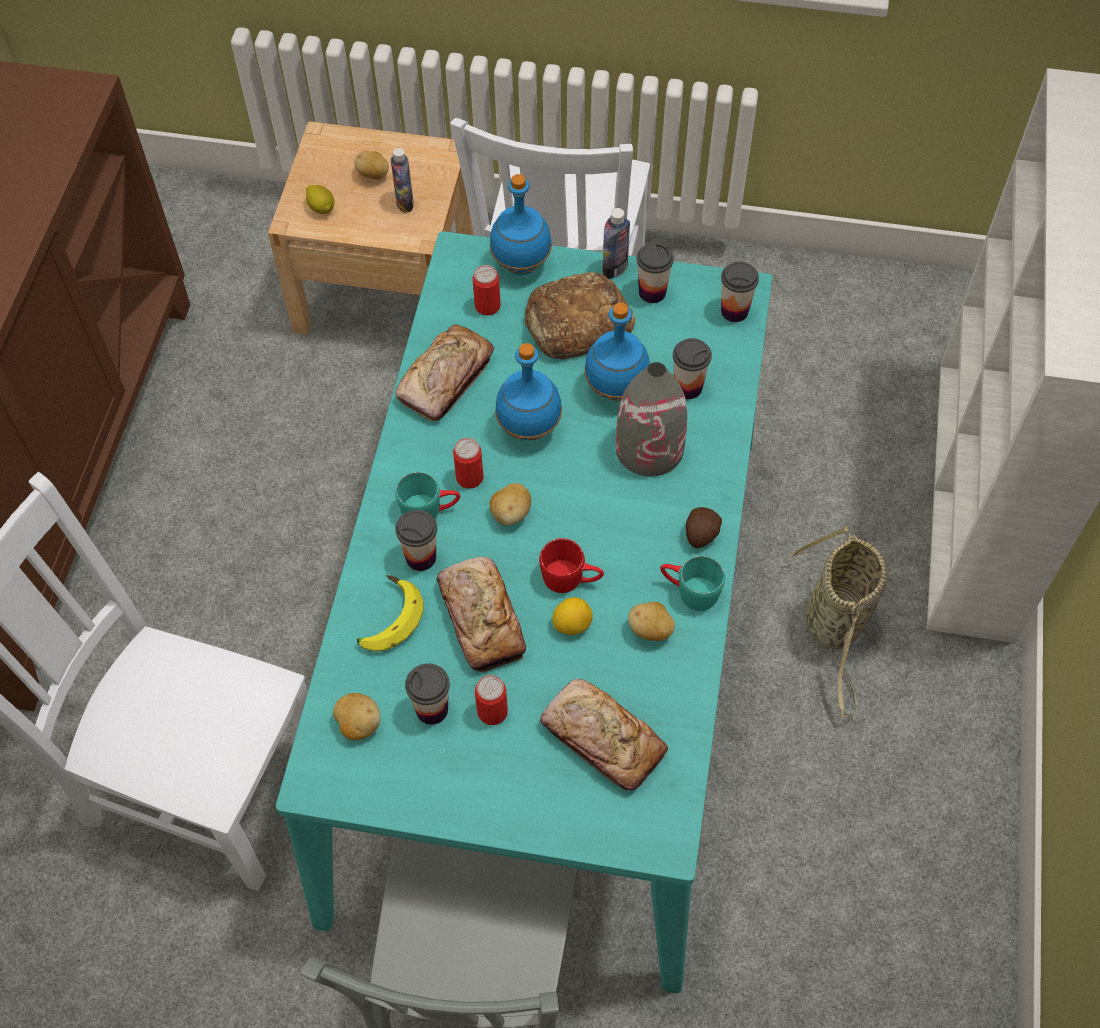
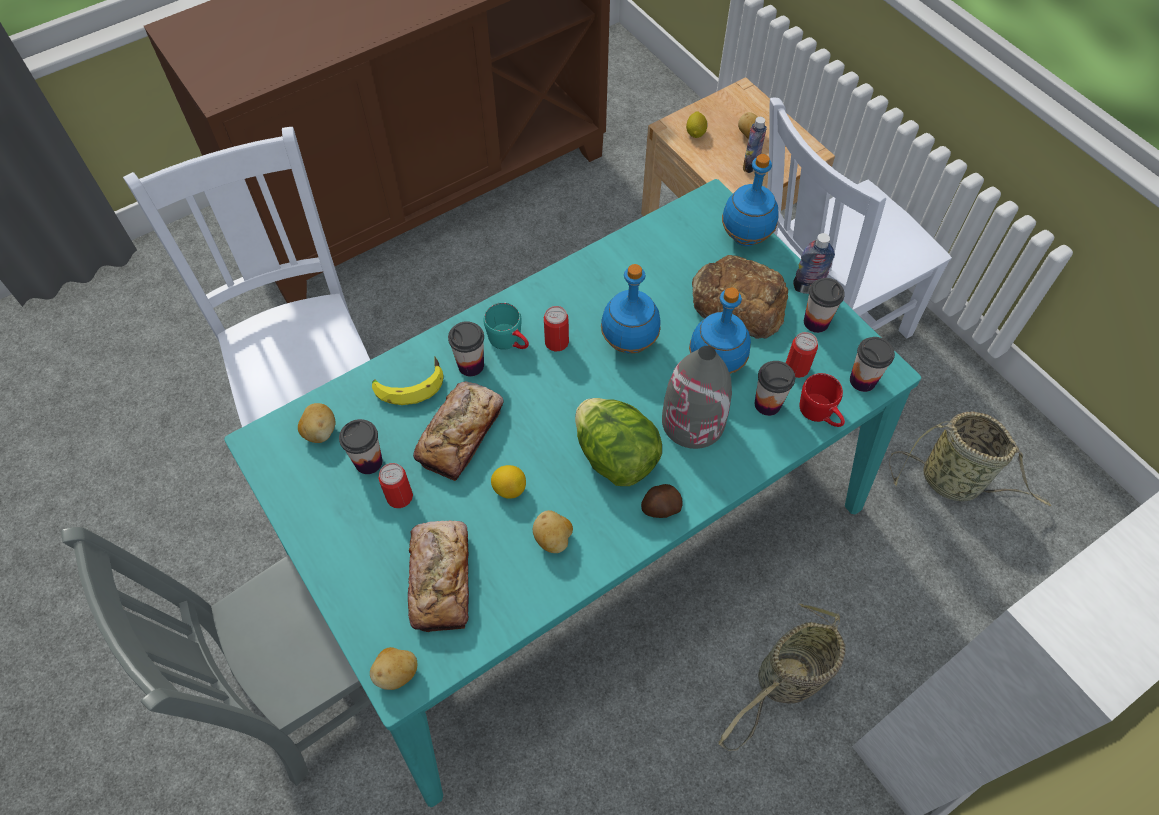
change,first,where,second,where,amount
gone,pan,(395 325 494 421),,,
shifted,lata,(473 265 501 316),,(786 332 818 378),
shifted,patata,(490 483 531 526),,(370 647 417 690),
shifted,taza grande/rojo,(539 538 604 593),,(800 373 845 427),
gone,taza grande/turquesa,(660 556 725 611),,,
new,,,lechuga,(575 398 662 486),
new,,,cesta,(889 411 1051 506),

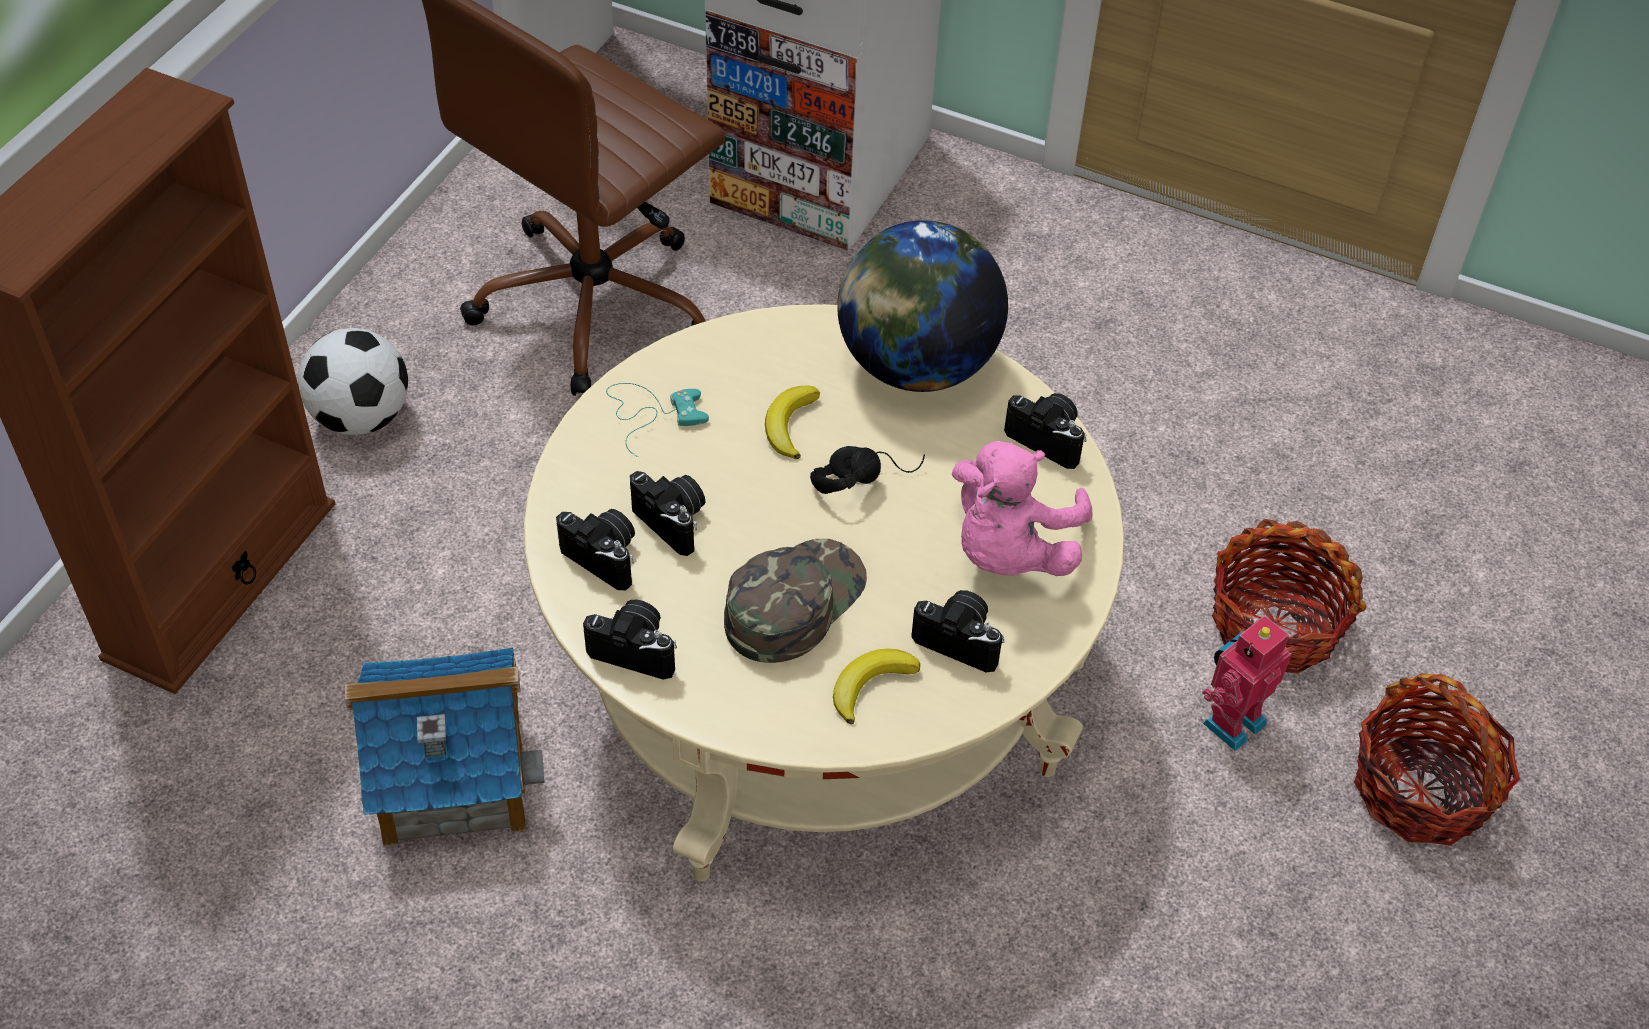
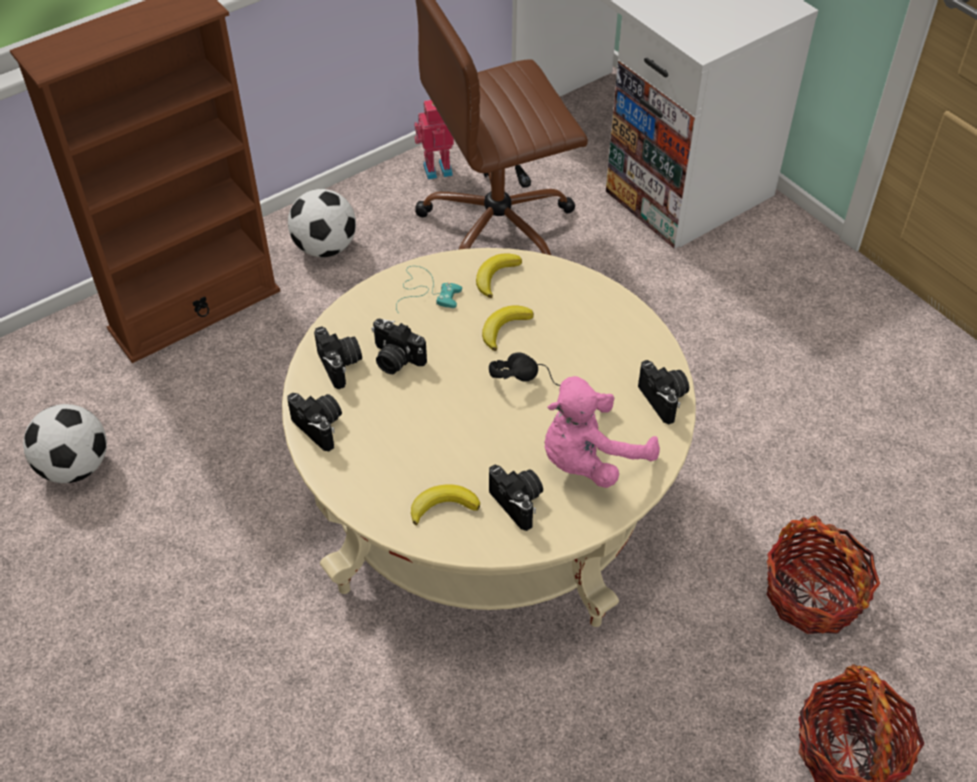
change,first,where,second,where,amount
gone,casita,(345 648 544 847),,,
rotated,cámara,(630 471 706 556),,(372 318 427 374),135 degrees clockwise
gone,gorra/verde,(724 539 867 663),,,
gone,globo terráqueo,(837 220 1008 392),,,
shifted,robot de juguete,(1202 615 1291 751),,(414 100 454 180),
new,,,balón de fútbol,(23 404 107 483),
new,,,plátano,(476 253 522 298),

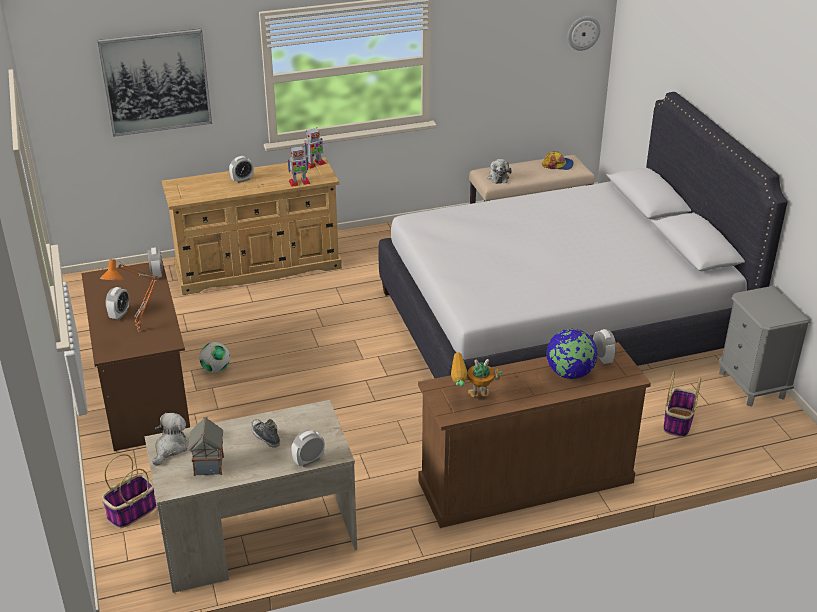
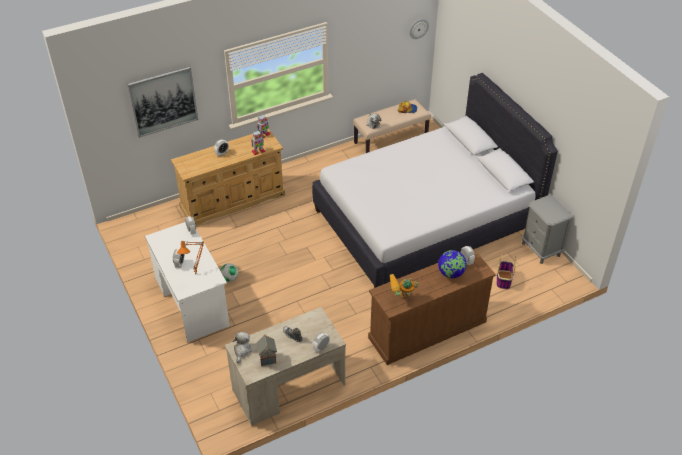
change,first,where,second,where,amount
repainted,escritorio/marrón,(82 261 190 451),escritorio/blanco,(145 222 230 343),
gone,cesta,(101 454 157 528),,,

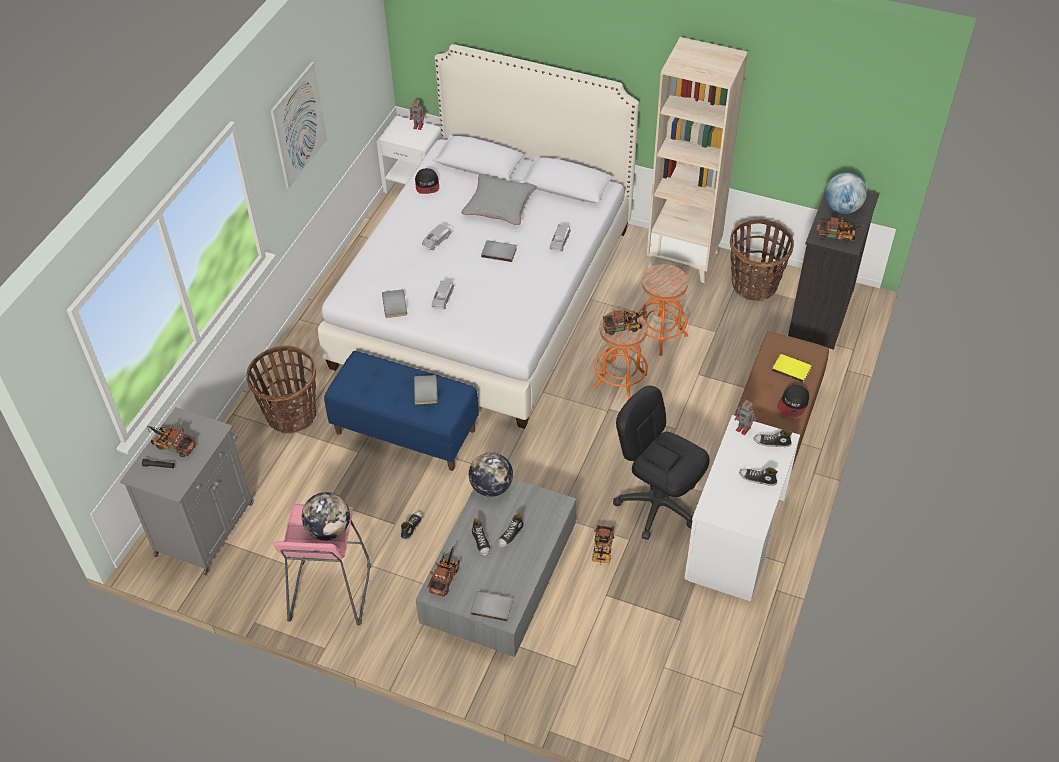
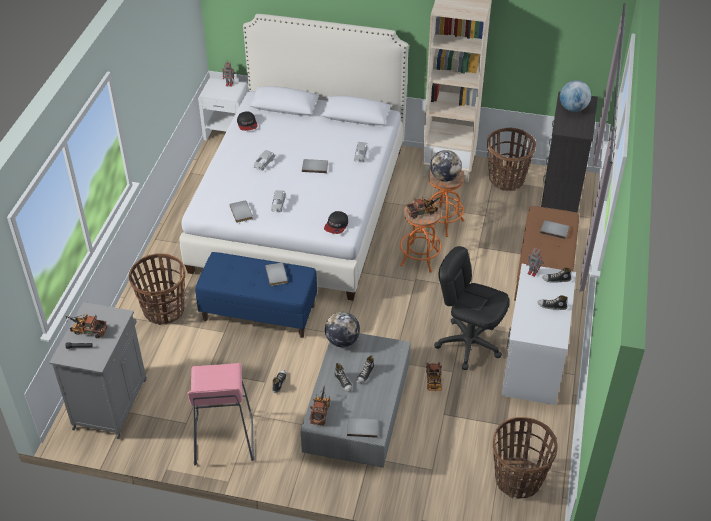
change,first,where,second,where,amount
gone,cuadro,(270 62 327 188),,,
shifted,globo terráqueo,(302 492 350 540),,(430 150 462 182),
gone,cojín/gris,(461 174 537 225),,,
repainted,libro/amarillo,(772 354 811 383),libro/gris,(540 220 569 239),
shifted,gorra,(777 385 809 417),,(324 211 348 234),
gone,camión de juguete,(817 216 864 243),,,
new,,,cesta,(493 417 557 499),

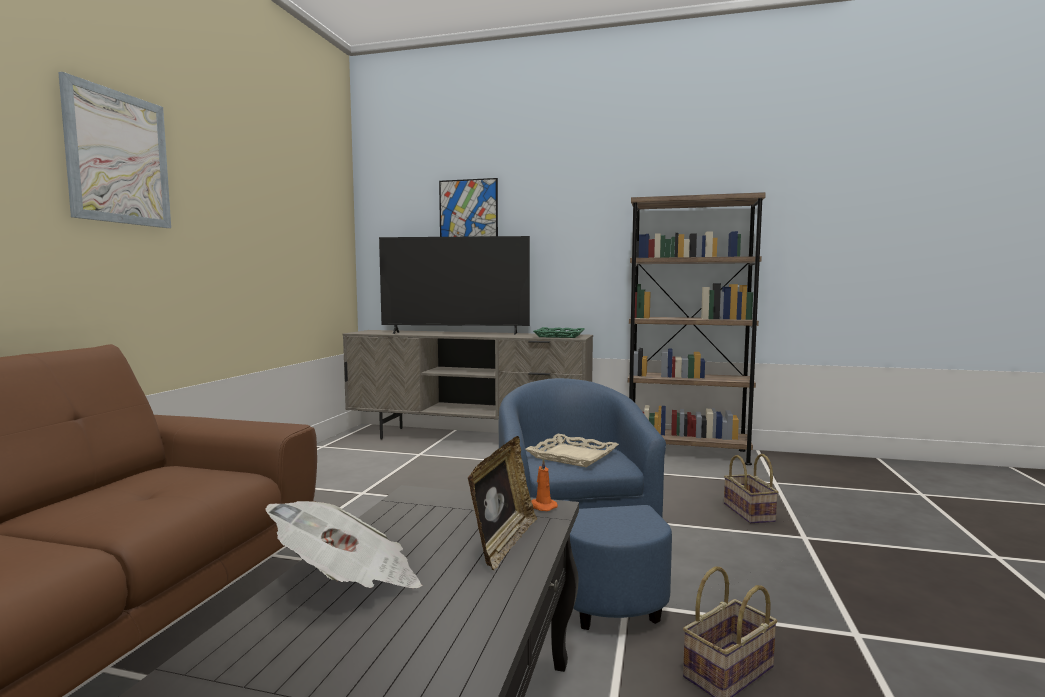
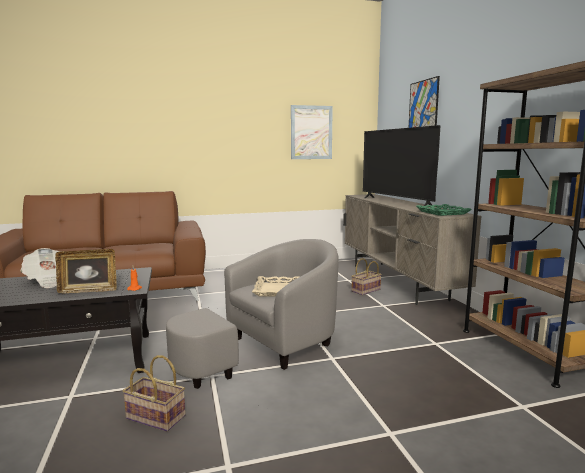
change,first,where,second,where,amount
shifted,cuadro,(58 72 171 228),,(291 105 333 159),
repainted,sillón/azul,(499 378 672 630),sillón/gris,(166 239 338 389),
shifted,cesta,(724 454 778 524),,(351 258 382 295),

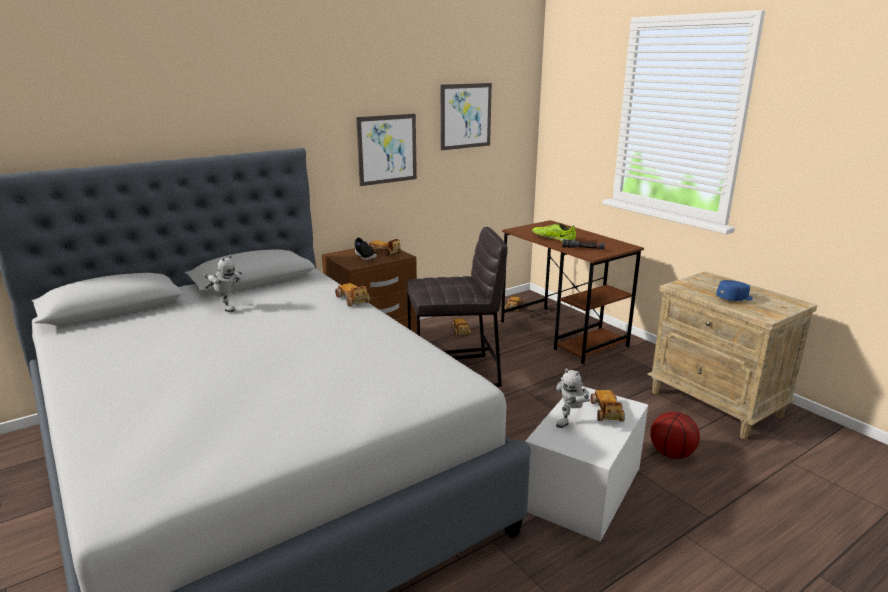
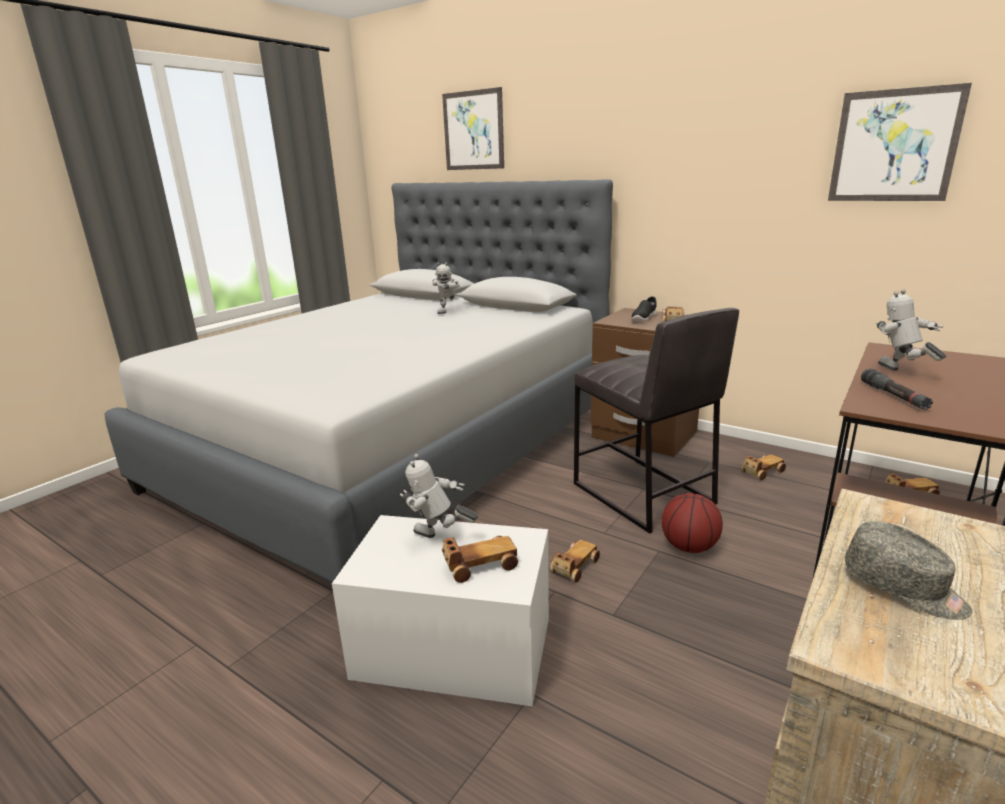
change,first,where,second,where,amount
shifted,coche de juguete,(335 283 370 306),,(550 540 600 582),
shifted,cuadro,(356 114 417 186),,(442 87 504 170),
swapped,zapato,(532 223 576 241),robot de juguete,(876 289 946 371),
shifted,balón de baloncesto,(650 412 700 459),,(662 493 723 553),
repainted,gorra/azul,(716 280 753 301),gorra/gris,(845 521 972 620),

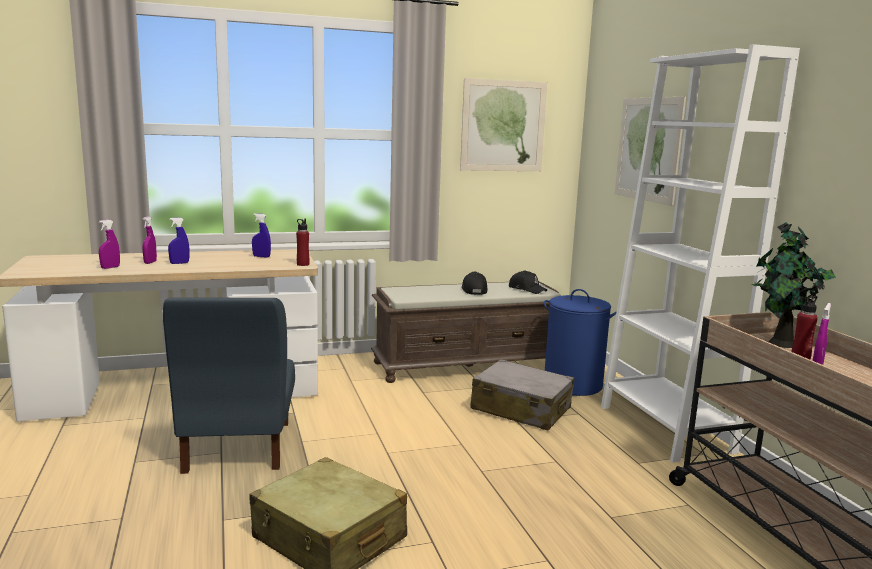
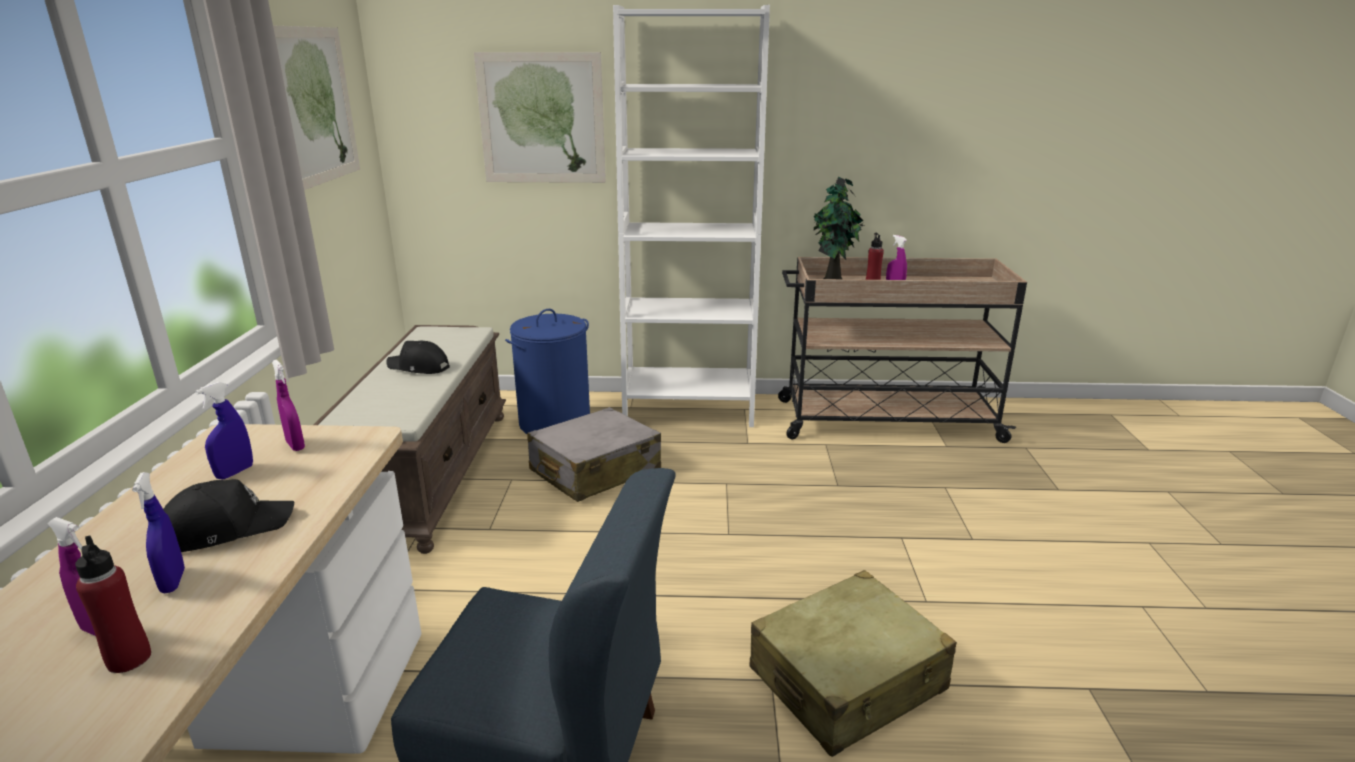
change,first,where,second,where,amount
shifted,pulverizador/morado,(99 220 120 269),,(272 360 305 451),
shifted,botella/rojo,(296 219 310 266),,(75 535 151 673),
shifted,gorra/negro,(509 270 547 294),,(163 479 294 552),

